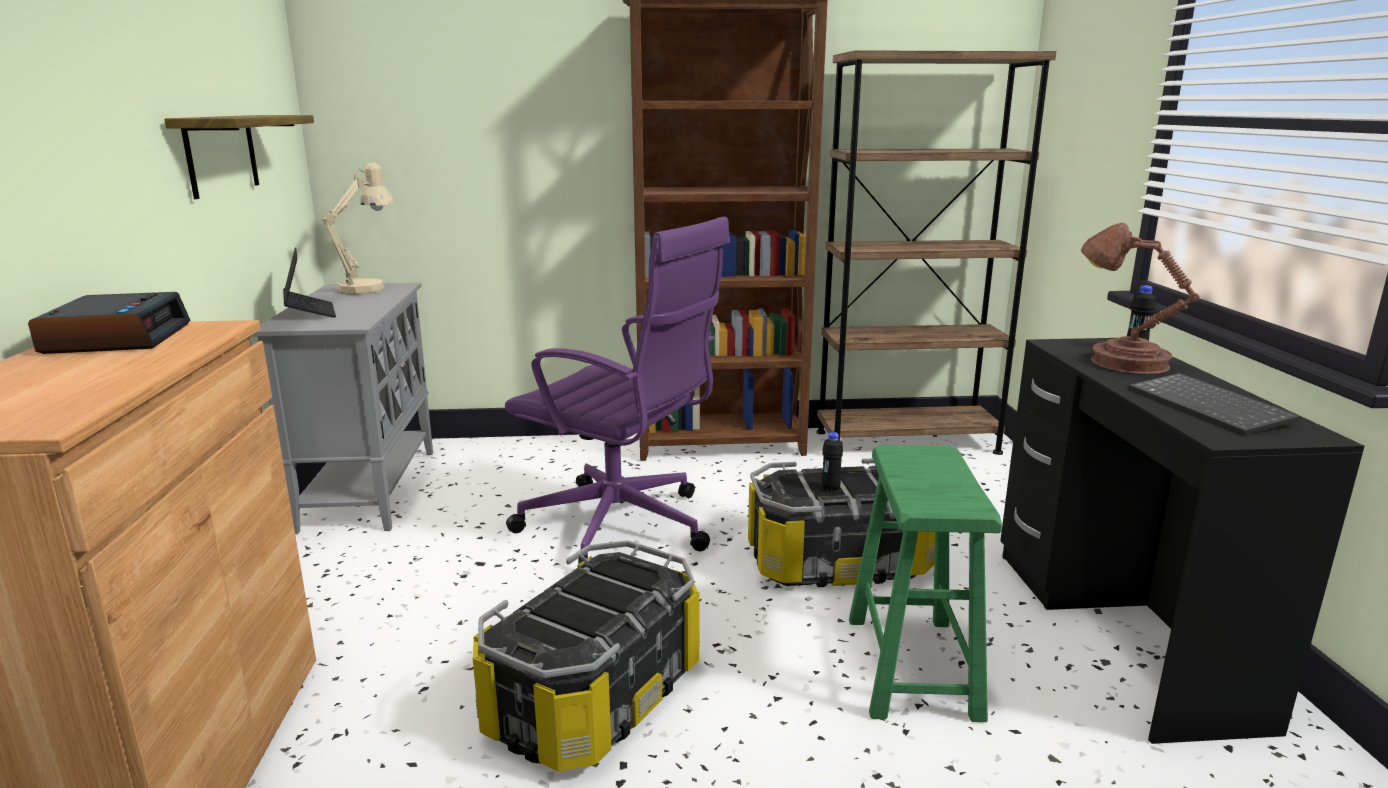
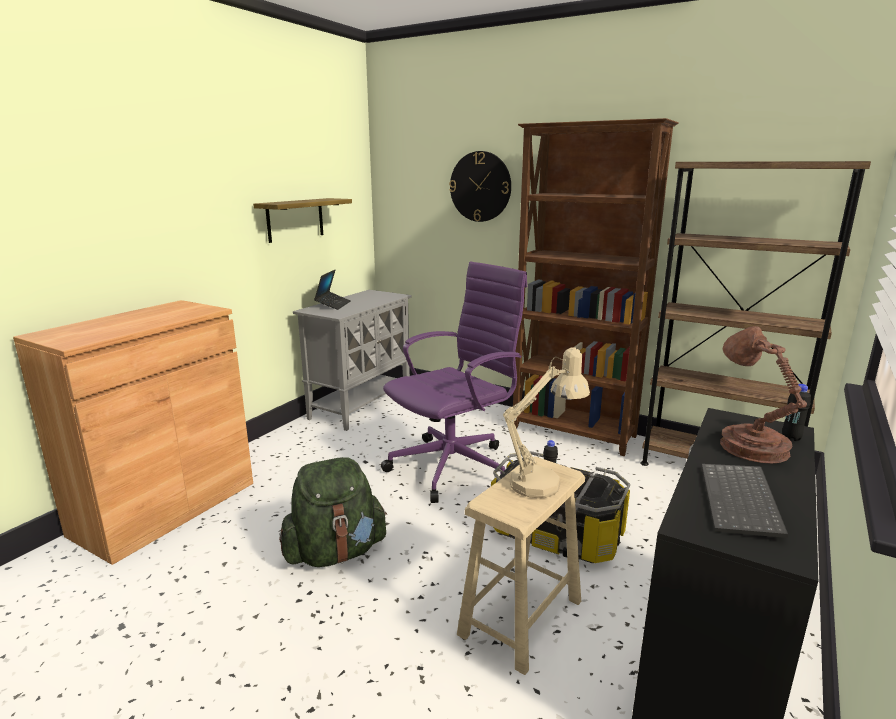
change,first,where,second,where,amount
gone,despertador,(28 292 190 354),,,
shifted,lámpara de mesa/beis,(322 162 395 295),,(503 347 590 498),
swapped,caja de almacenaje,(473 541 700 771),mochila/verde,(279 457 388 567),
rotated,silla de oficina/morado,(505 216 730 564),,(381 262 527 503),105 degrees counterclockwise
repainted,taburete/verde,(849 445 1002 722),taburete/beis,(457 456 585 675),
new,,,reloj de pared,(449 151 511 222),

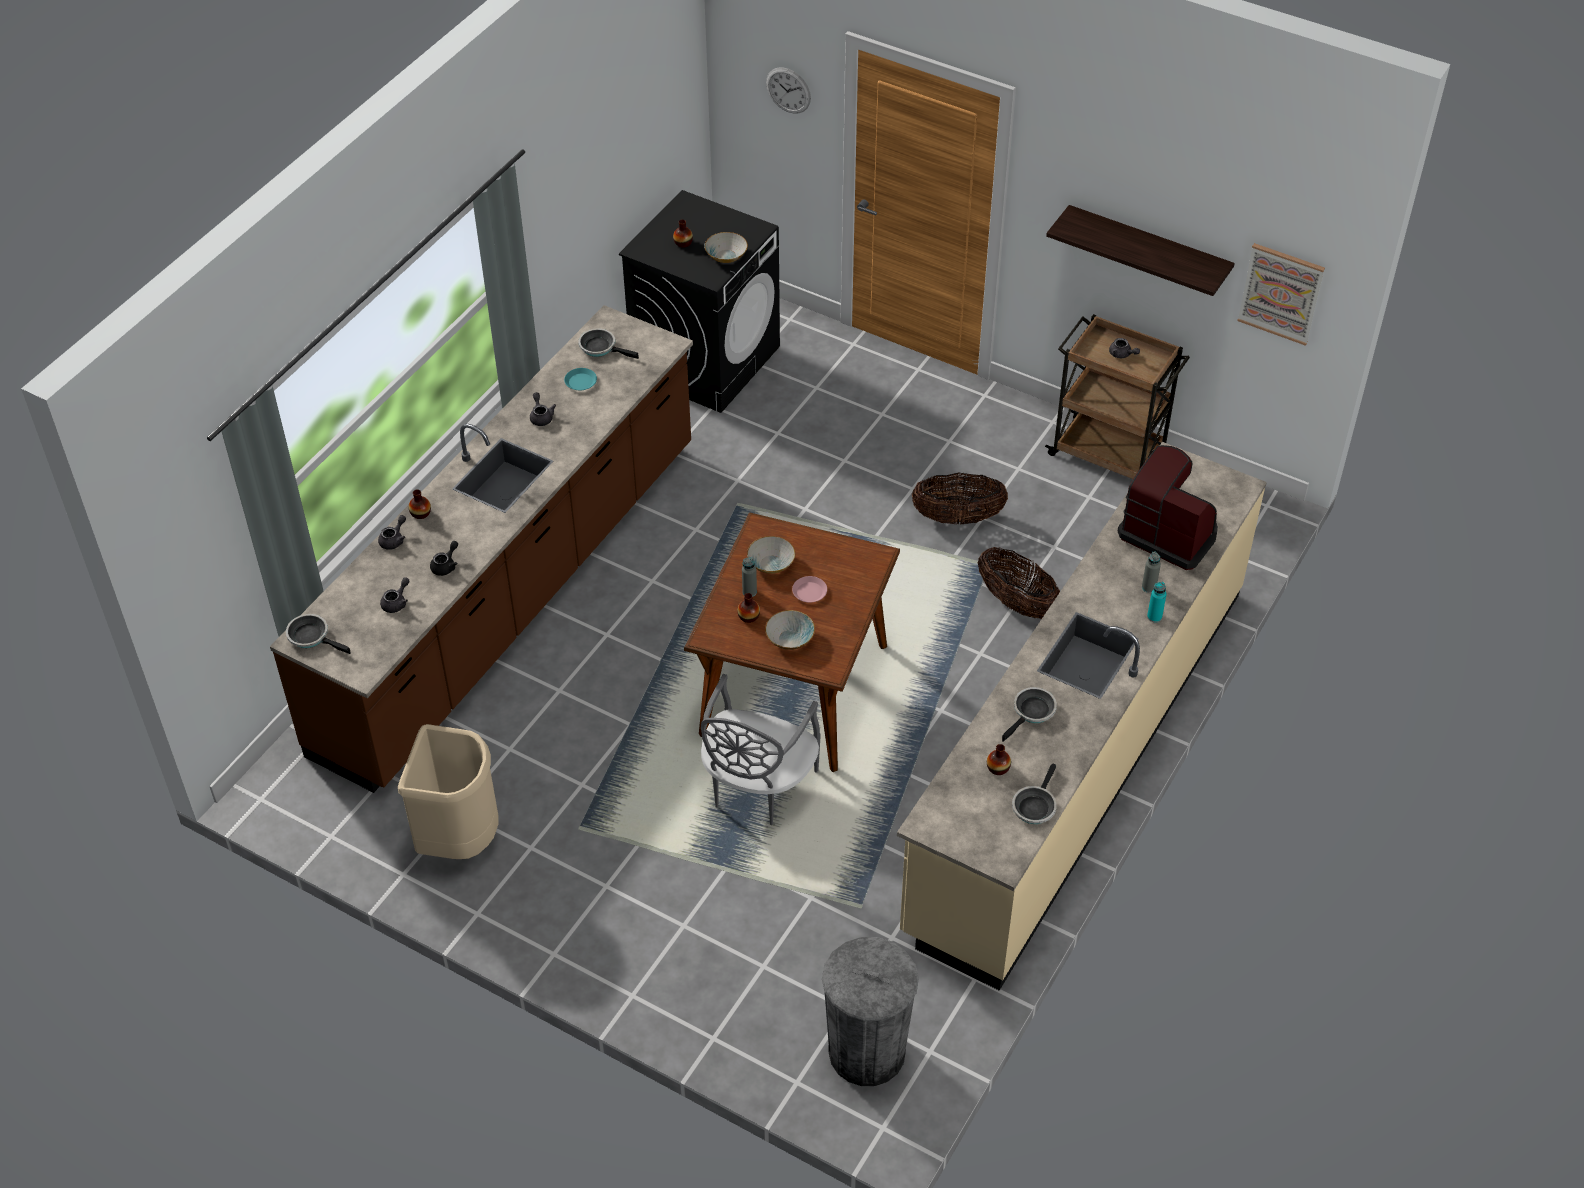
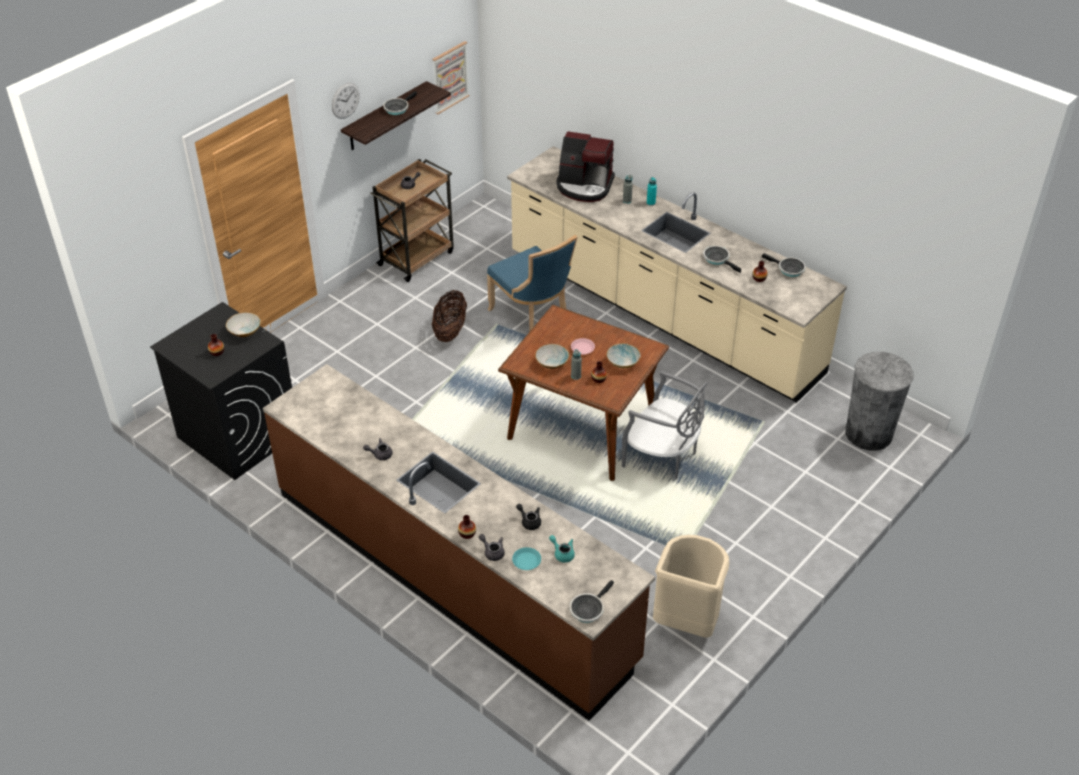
change,first,where,second,where,amount
repainted,tetera/gris,(380 578 410 613),tetera/turquesa,(549 535 575 563),
shifted,plato/turquesa,(564 368 597 390),,(512 547 541 570),
shifted,sartén,(578 328 639 359),,(383 91 417 115),
shifted,reloj de pared,(766 67 811 114),,(332 83 360 119),
swapped,cesta,(978 547 1060 619),silla/azul,(487 235 577 332),
rotated,cafetera,(1118 445 1218 570),,(557 131 615 202),120 degrees counterclockwise

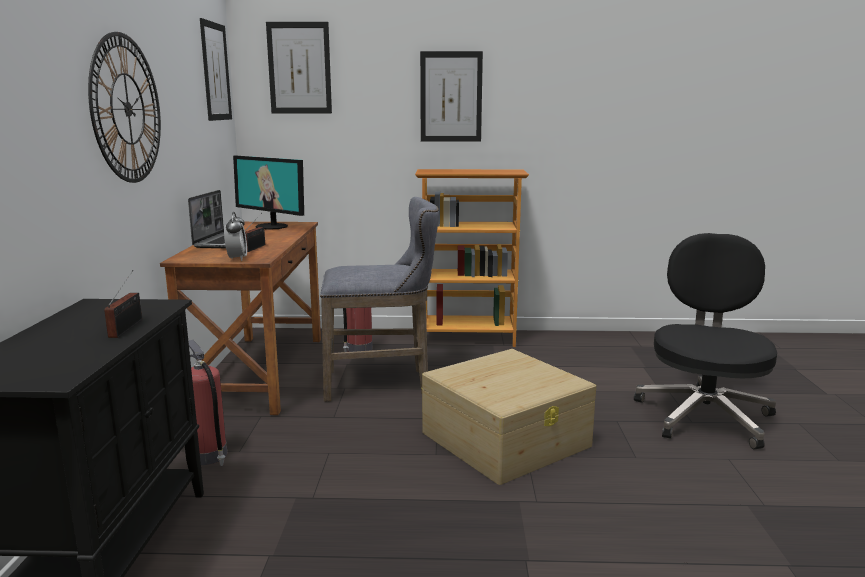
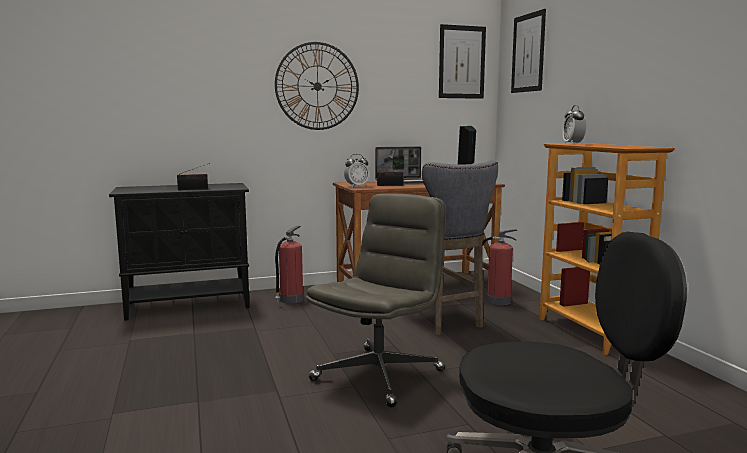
change,first,where,second,where,amount
gone,cuadro,(420 51 483 142),,,
swapped,caja de almacenaje/beis,(421 349 596 485),silla de oficina/gris,(306 193 446 407),
new,,,despertador,(562 105 586 144),

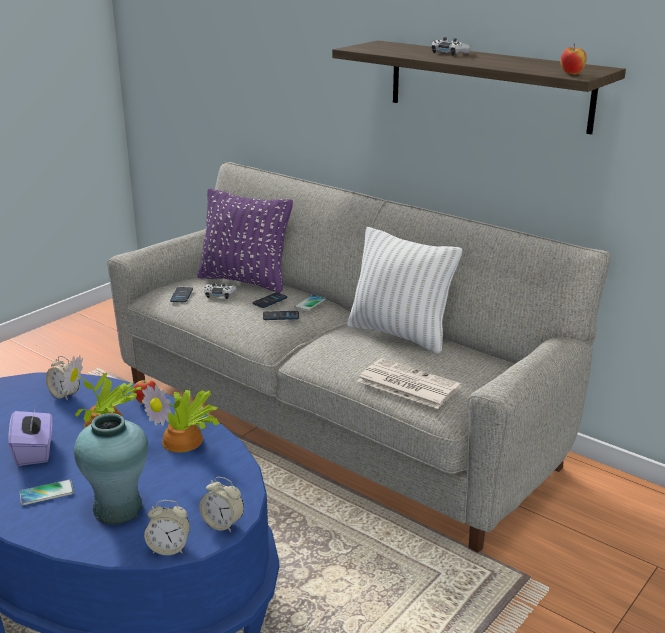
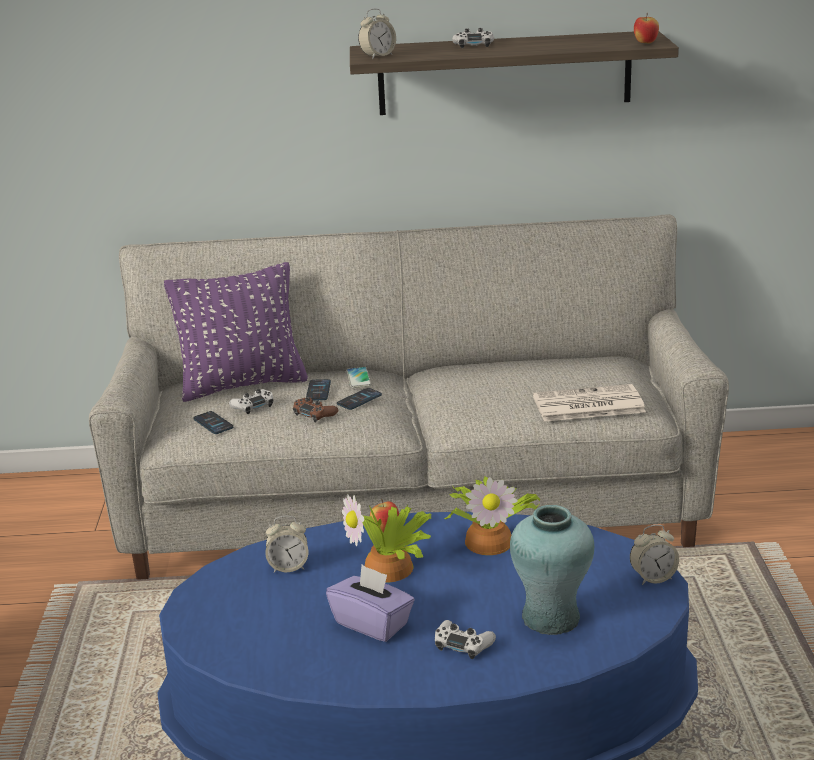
change,first,where,second,where,amount
swapped,móvil,(20 480 74 505),mando de consola/blanco,(435 620 496 659),
shifted,despertador,(144 500 190 555),,(358 8 396 59),
gone,cojín/blanco,(347 227 462 354),,,
new,,,mando de consola/marrón,(293 397 338 422),

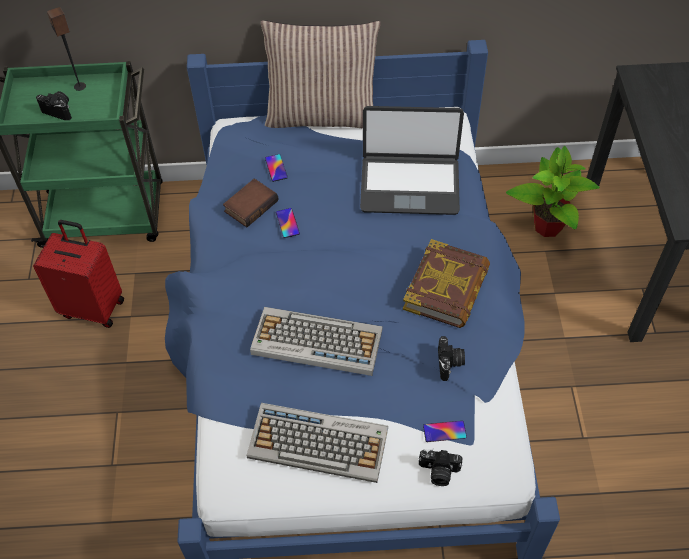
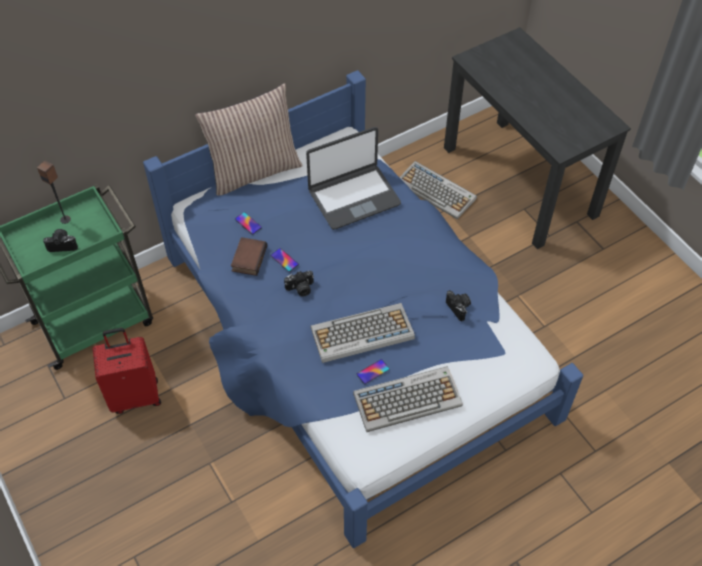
change,first,where,second,where,amount
gone,libro,(403 239 490 328),,,
shifted,cámara,(418 448 463 486),,(284 271 314 297),
shifted,móvil,(423 420 467 442),,(357 359 389 384),
swapped,planta en maceta,(506 146 600 237),teclado,(399 161 477 219),

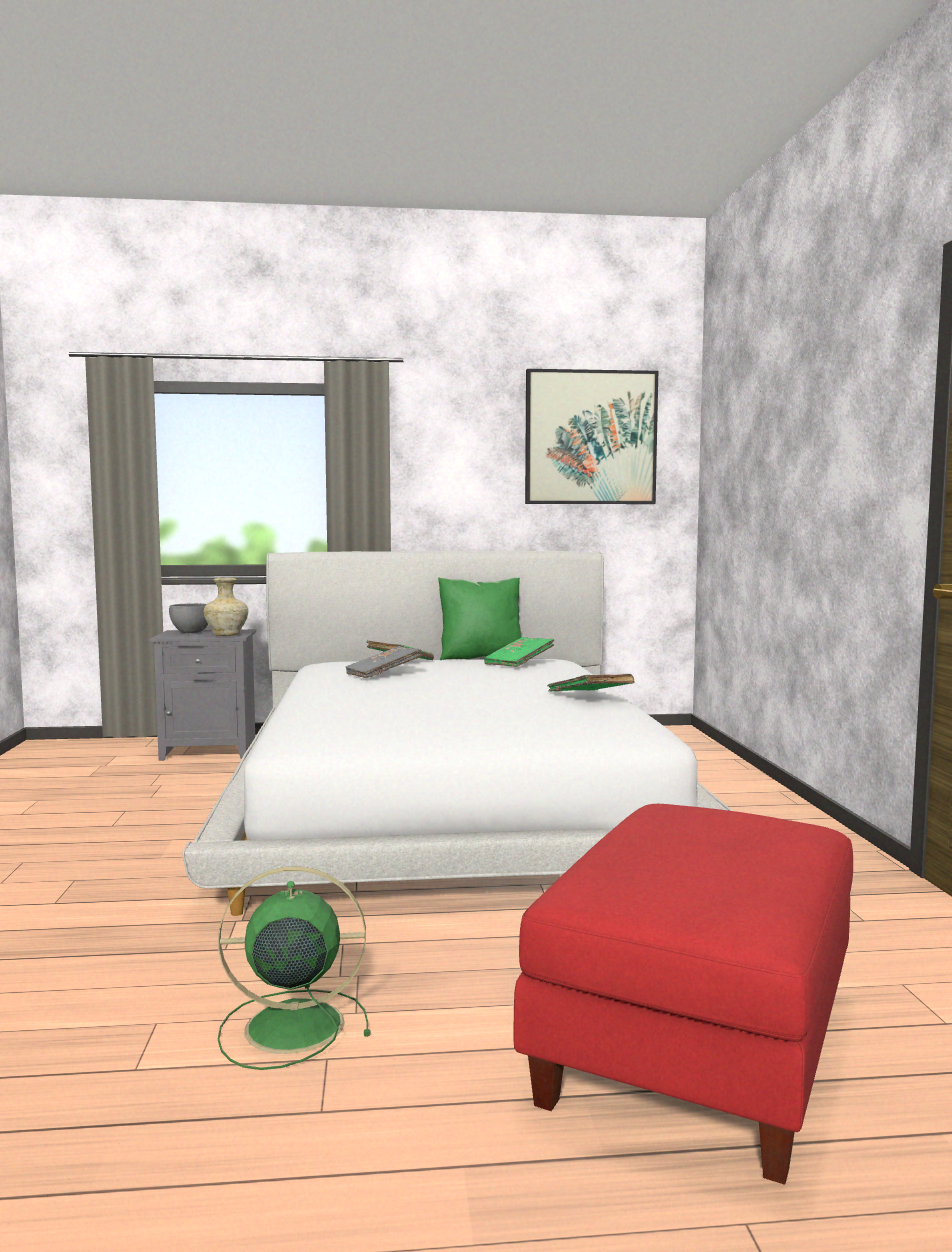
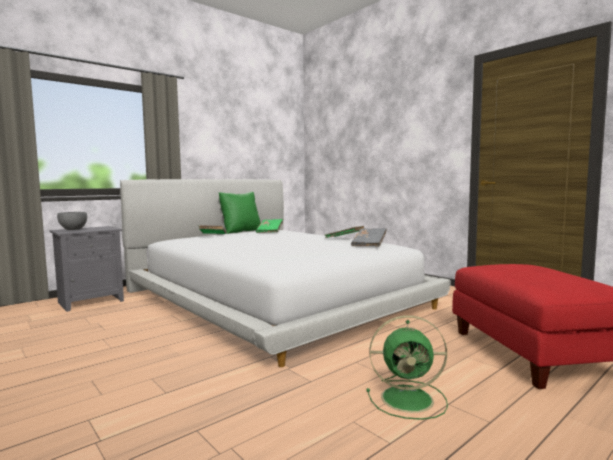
change,first,where,second,where,amount
gone,florero/beis,(204 578 248 636),,,
rotated,ventilador/verde,(218 866 371 1070),,(366 315 448 420),135 degrees counterclockwise
shifted,libro/gris,(346 646 421 678),,(351 228 387 246),
gone,cuadro,(525 369 658 504),,,

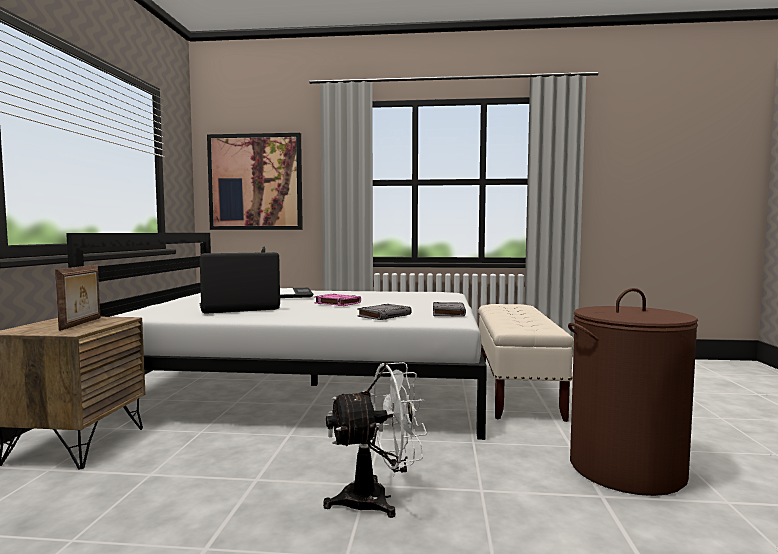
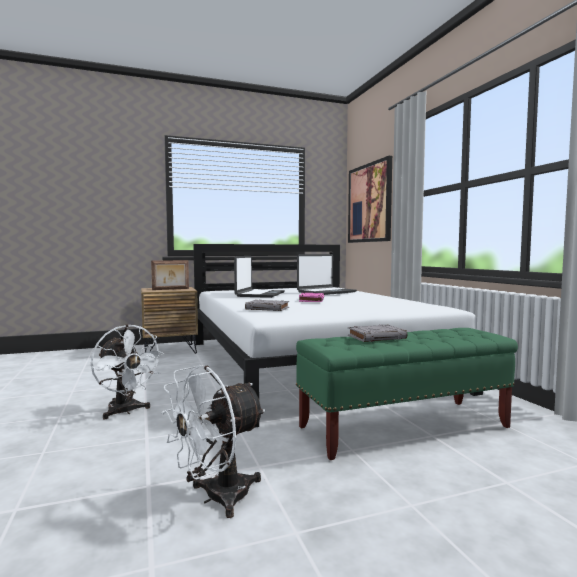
change,first,where,second,where,amount
rotated,portátil,(199 252 280 314),,(234 256 285 298),60 degrees clockwise
shifted,libro/gris,(433 302 466 317),,(348 325 408 342),
repainted,banco/beis,(478 304 574 422),banco/verde,(296 328 518 460),
swapped,cesto de la ropa/marrón,(568 288 698 496),ventilador/blanco,(161 365 266 518),

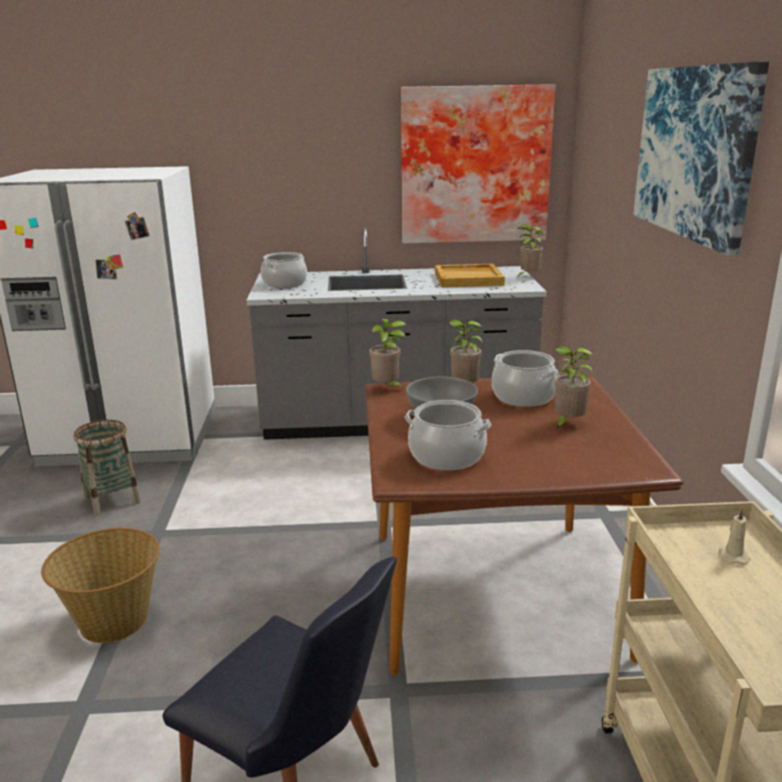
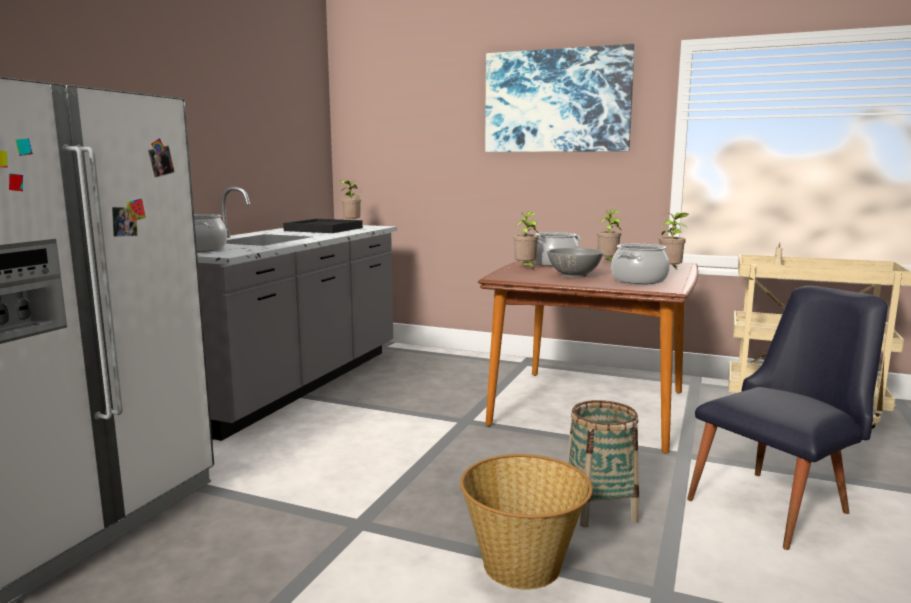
change,first,where,second,where,amount
shifted,cesta,(74 420 141 516),,(566 400 639 528),
shifted,planta en maceta,(369 319 406 390),,(659 213 689 269),
gone,cuadro,(401 84 555 243),,,
repainted,bandeja/beis,(435 264 505 288),bandeja/negro,(283 219 363 233),

